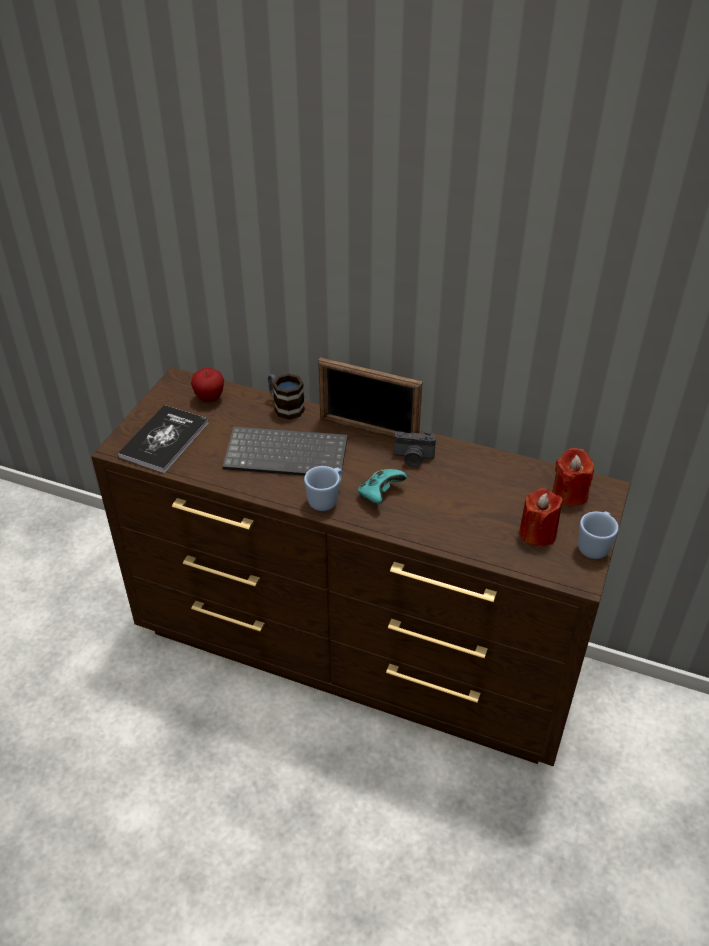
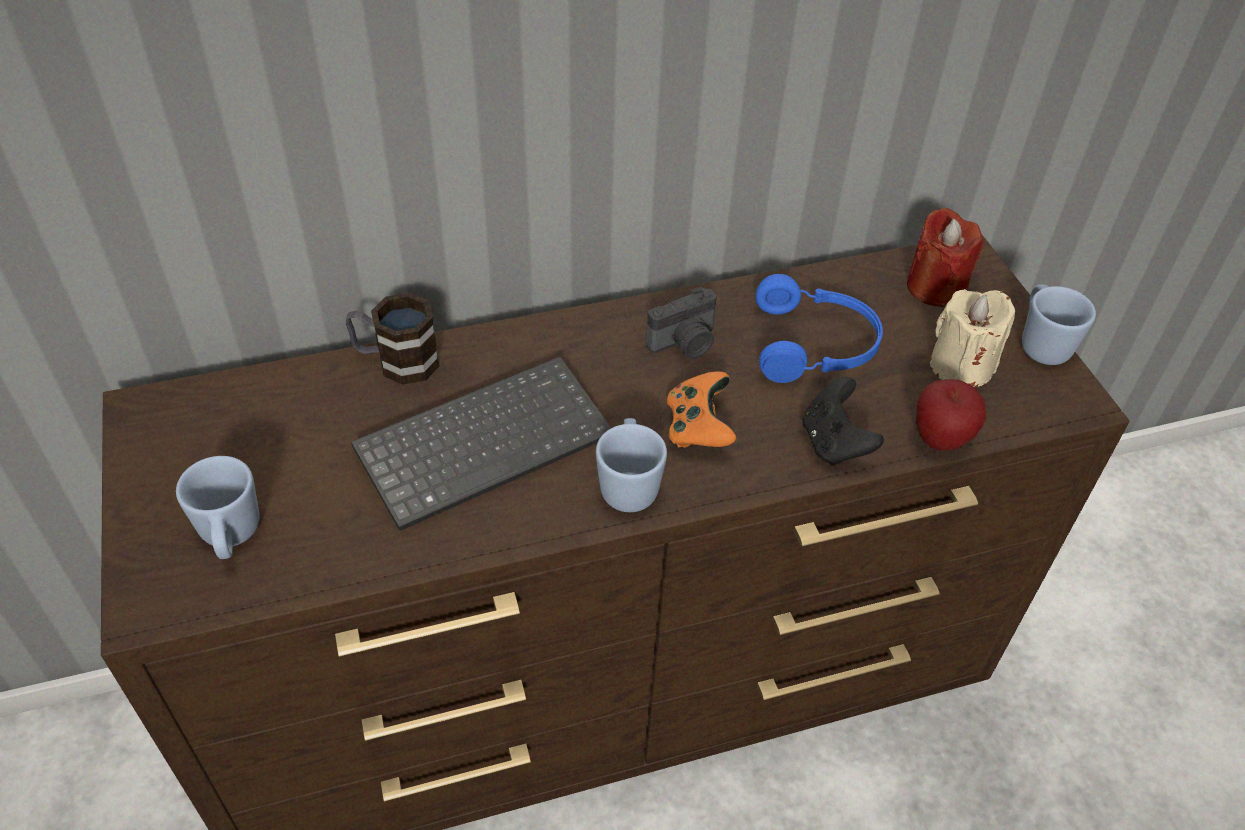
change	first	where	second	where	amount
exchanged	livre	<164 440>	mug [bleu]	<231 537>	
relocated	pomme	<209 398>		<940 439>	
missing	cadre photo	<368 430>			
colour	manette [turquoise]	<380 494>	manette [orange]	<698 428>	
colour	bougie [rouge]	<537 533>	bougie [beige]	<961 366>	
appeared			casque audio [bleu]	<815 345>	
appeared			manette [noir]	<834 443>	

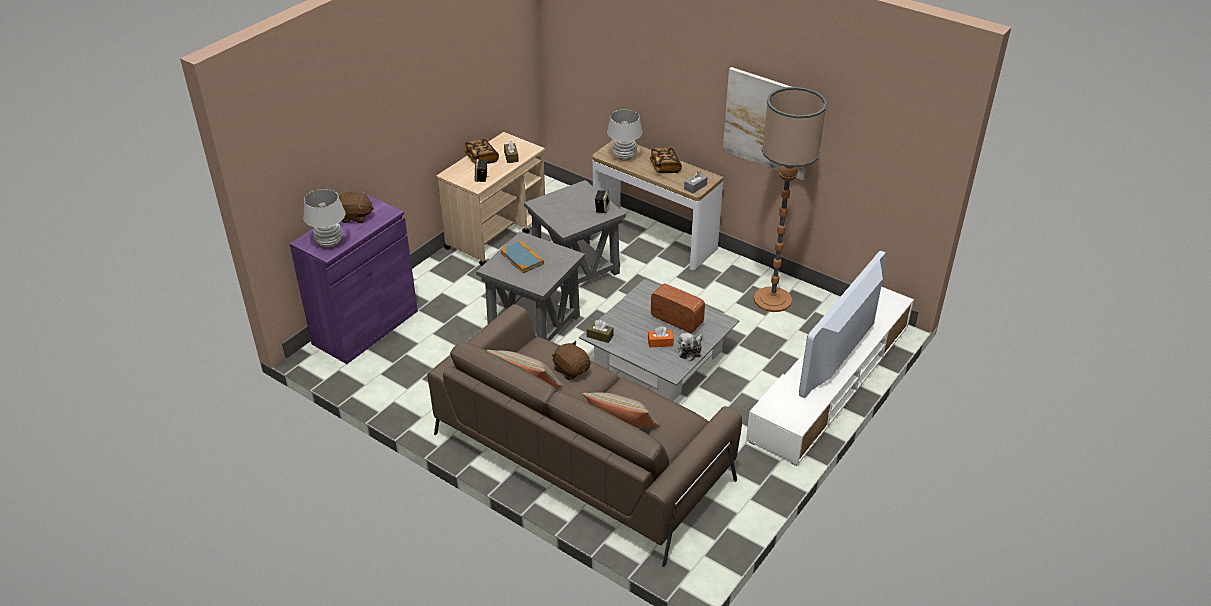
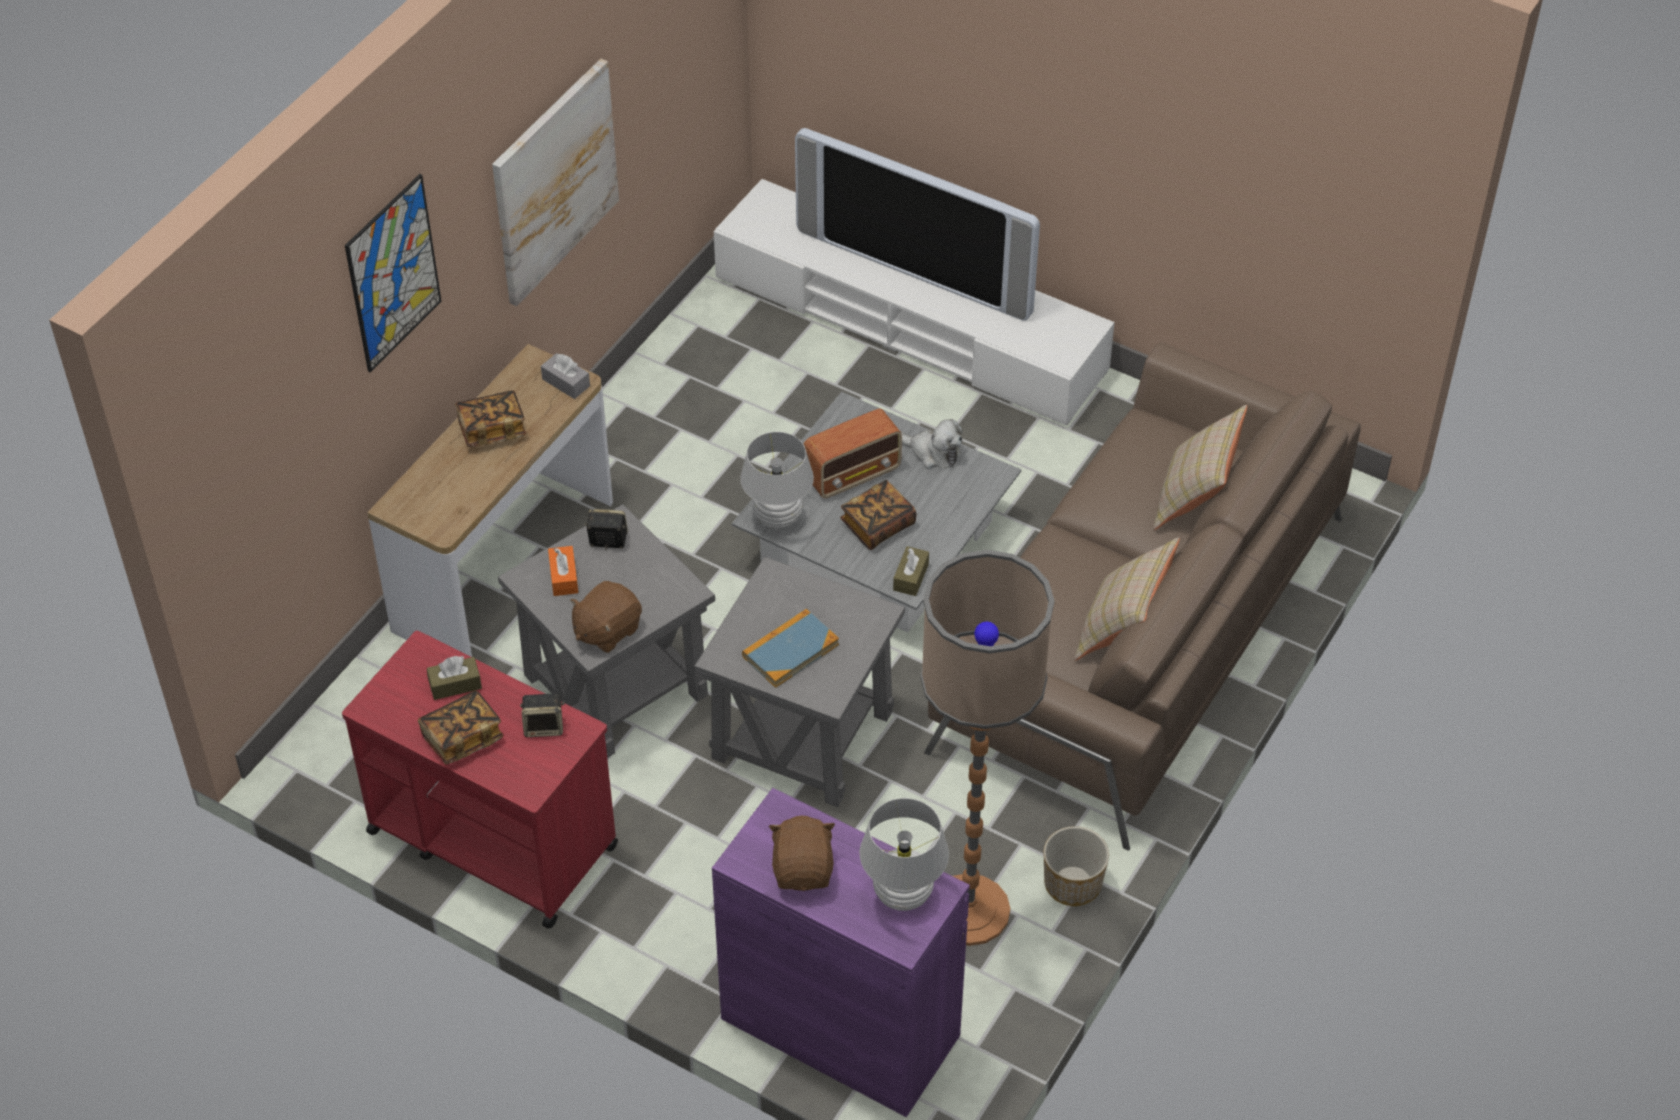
change	first	where	second	where	amount
colour	chariot [beige]	<497 234>	chariot [rouge]	<491 838>	
relocated	peluche [marron]	<571 370>		<606 630>	
relocated	lampe de table [blanc]	<624 157>		<778 518>	
relocated	boîte à mouchoirs [orange]	<660 342>		<563 577>	
spun	radio	<676 320>		<853 474>	150 degrees counterclockwise
relocated	lampadaire	<773 300>		<968 910>	
appeared			tableau	<393 273>	
appeared			livre	<878 525>	
appeared			cache-pot	<1073 884>	

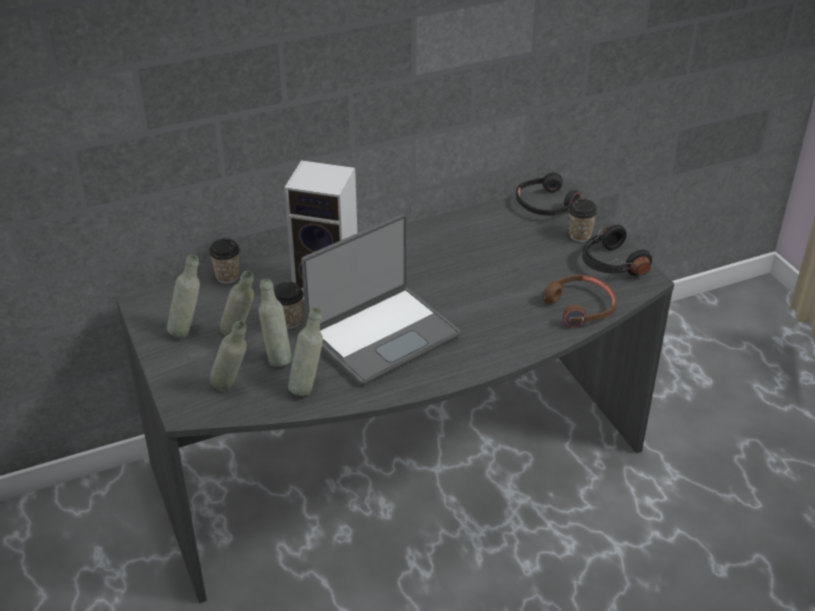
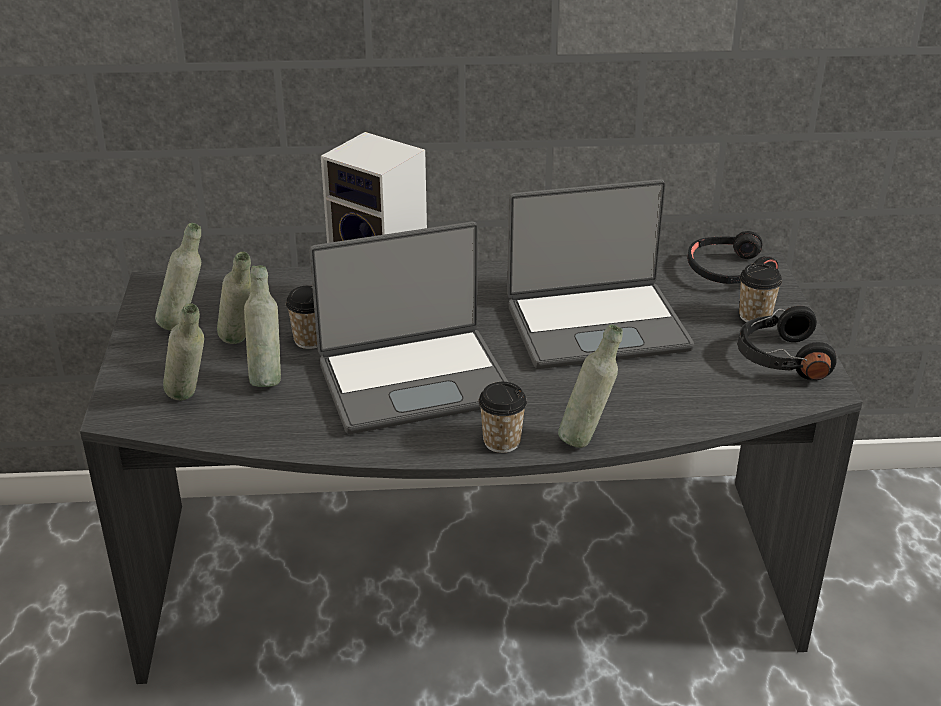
change	first	where	second	where	amount
relocated	tasse	<227 276>		<501 442>	
relocated	bouteille [gris]	<308 387>		<587 438>	
missing	casque audio [marron]	<580 307>			
appeared			ordinateur portable	<596 326>	

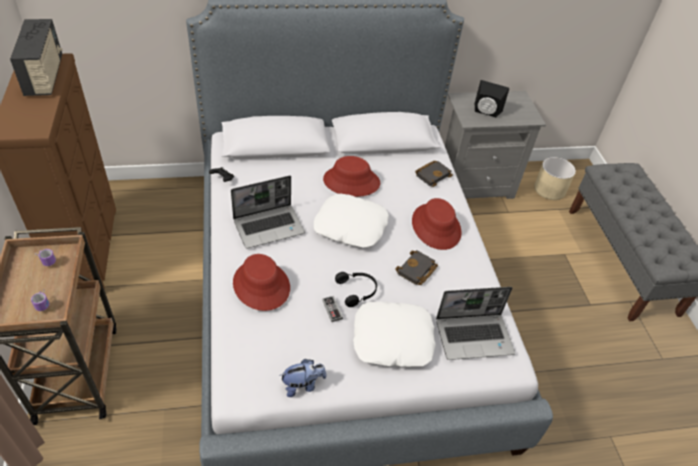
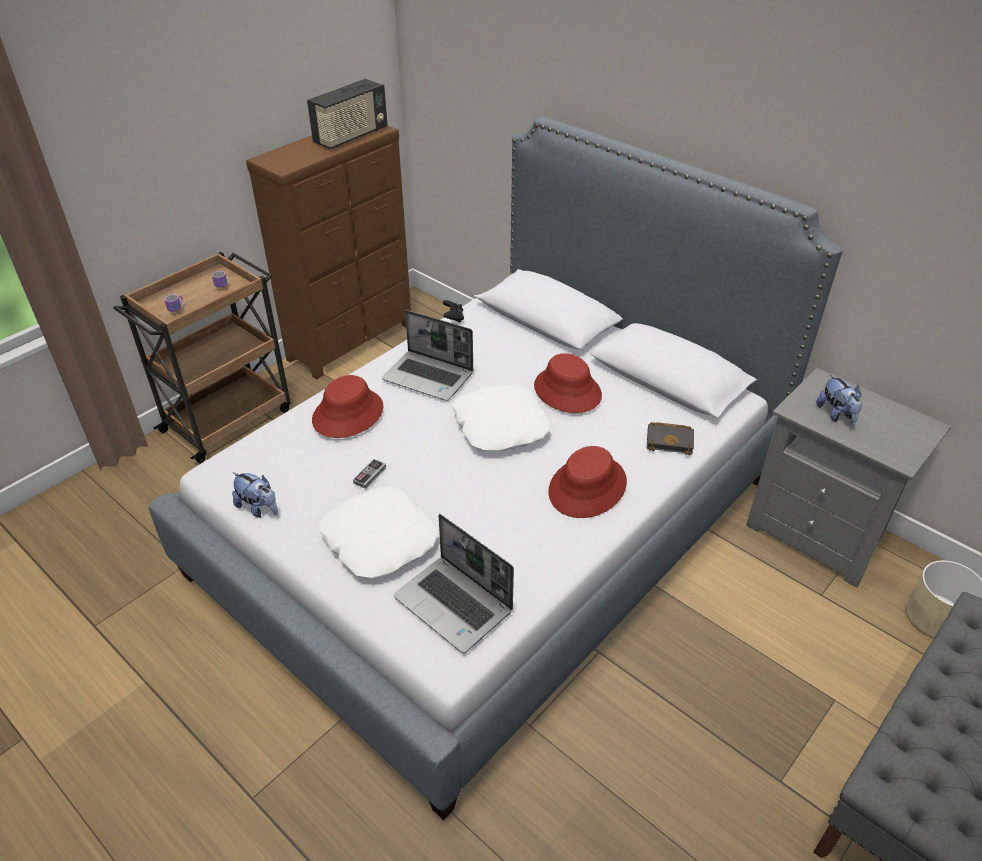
change	first	where	second	where	amount
missing	casque audio [noir]	<357 291>			
missing	livre [noir]	<416 271>			
exchanged	enceinte [noir]	<486 112>	peluche	<836 414>	

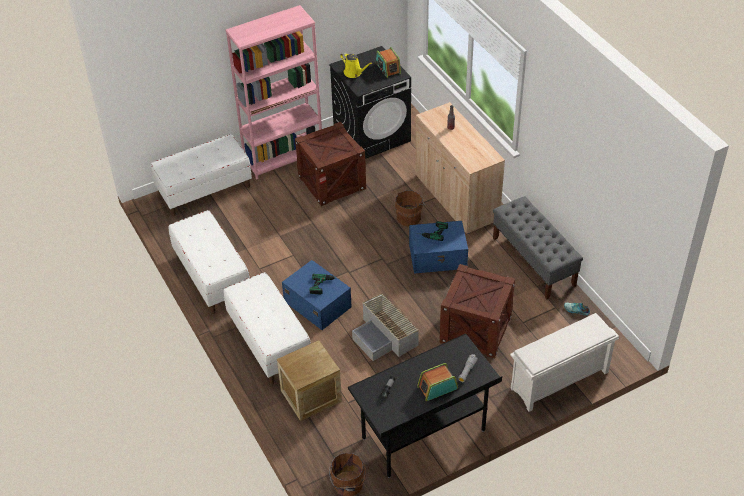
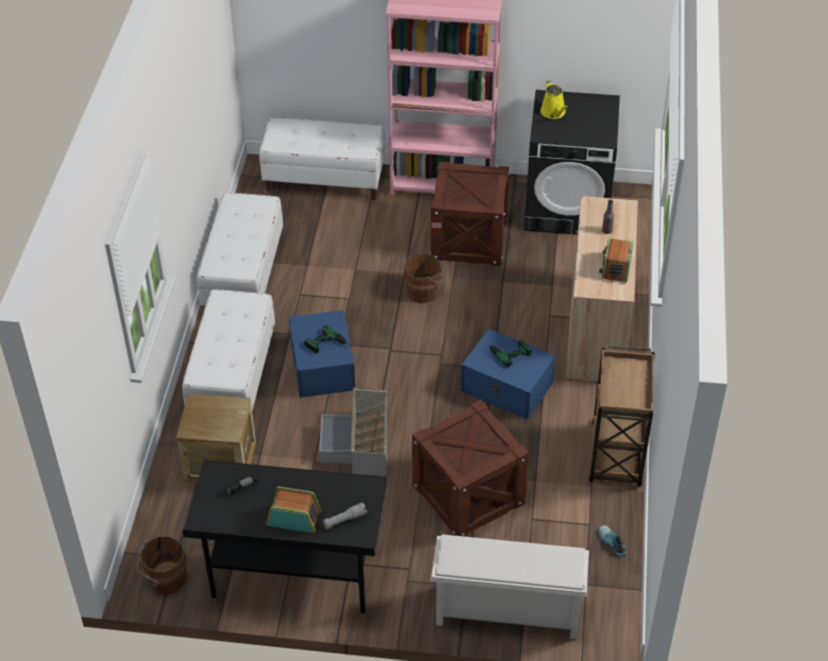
change	first	where	second	where	amount
relocated	radio	<388 68>		<616 267>	
relocated	seau [marron]	<409 217>		<424 291>	
exchanged	banc [gris]	<534 262>	chariot [marron]	<616 456>	

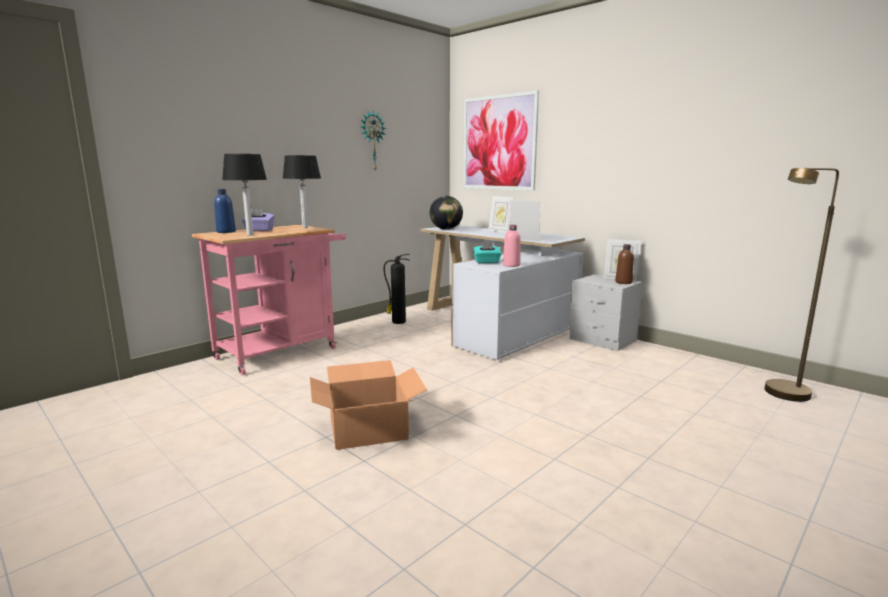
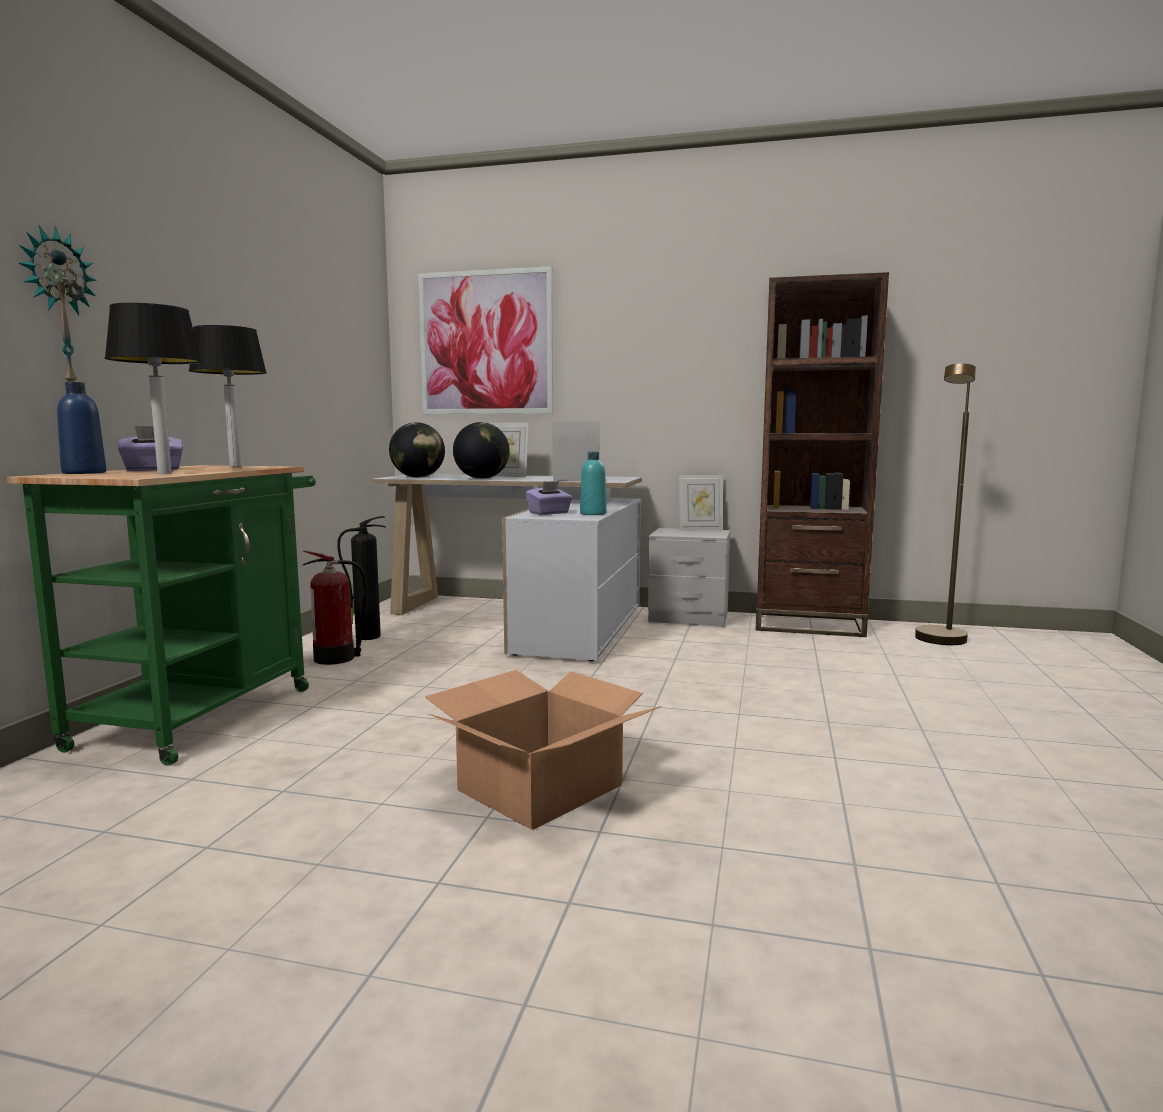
change	first	where	second	where	amount
colour	chariot [rose]	<283 351>	chariot [vert]	<205 712>	
relocated	horloge murale	<372 141>		<58 308>	
colour	boîte à mouchoirs [turquoise]	<487 262>	boîte à mouchoirs [violet]	<549 513>	
colour	bouteille [rose]	<511 265>	bouteille [turquoise]	<593 514>	
missing	bouteille [marron]	<623 282>			
appeared			extincteur	<337 658>	
appeared			globe	<481 478>	
appeared			bibliothèque [marron]	<808 625>	

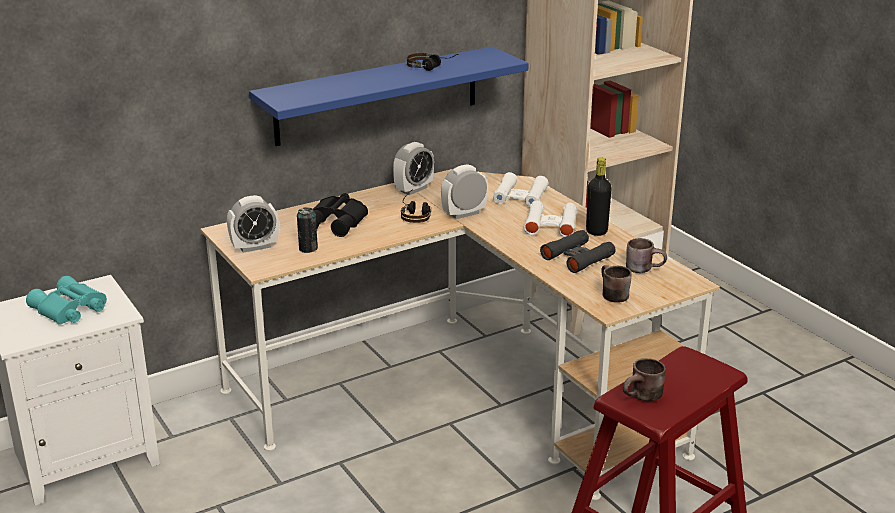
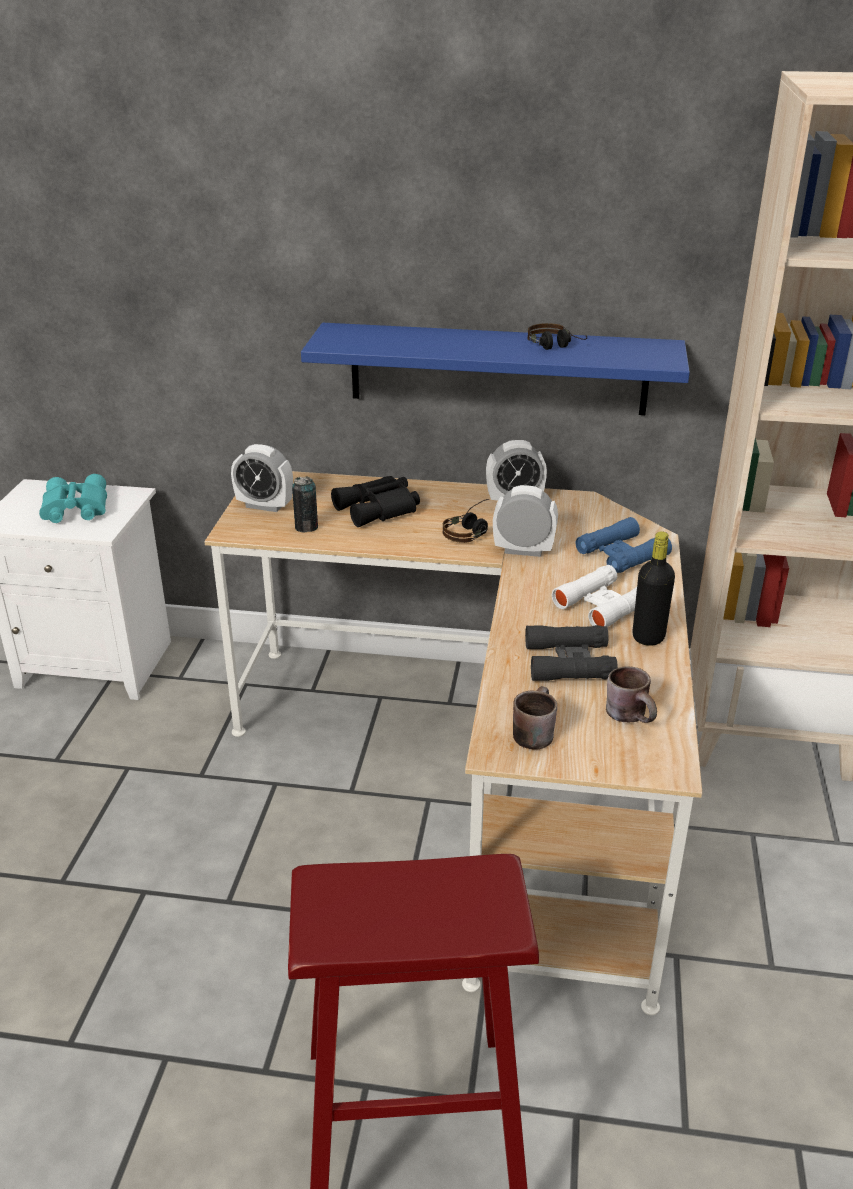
change	first	where	second	where	amount
colour	jumelles [blanc]	<520 196>	jumelles [bleu]	<622 554>	
missing	mug [marron]	<643 398>			

